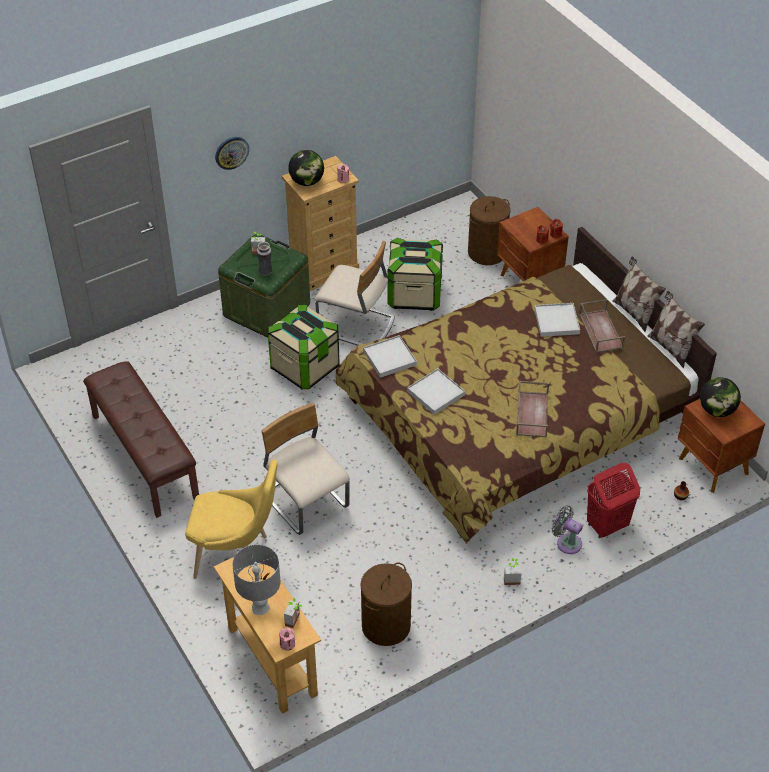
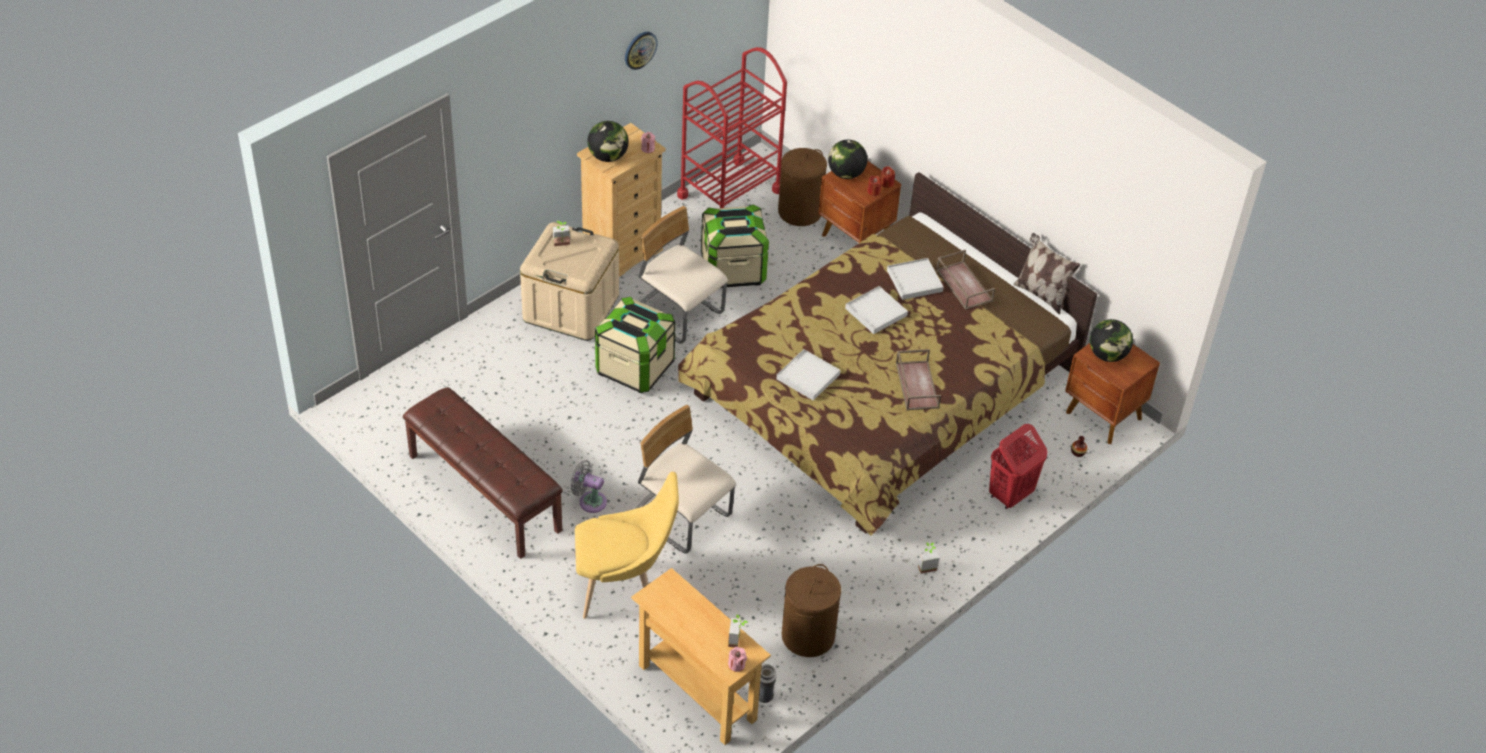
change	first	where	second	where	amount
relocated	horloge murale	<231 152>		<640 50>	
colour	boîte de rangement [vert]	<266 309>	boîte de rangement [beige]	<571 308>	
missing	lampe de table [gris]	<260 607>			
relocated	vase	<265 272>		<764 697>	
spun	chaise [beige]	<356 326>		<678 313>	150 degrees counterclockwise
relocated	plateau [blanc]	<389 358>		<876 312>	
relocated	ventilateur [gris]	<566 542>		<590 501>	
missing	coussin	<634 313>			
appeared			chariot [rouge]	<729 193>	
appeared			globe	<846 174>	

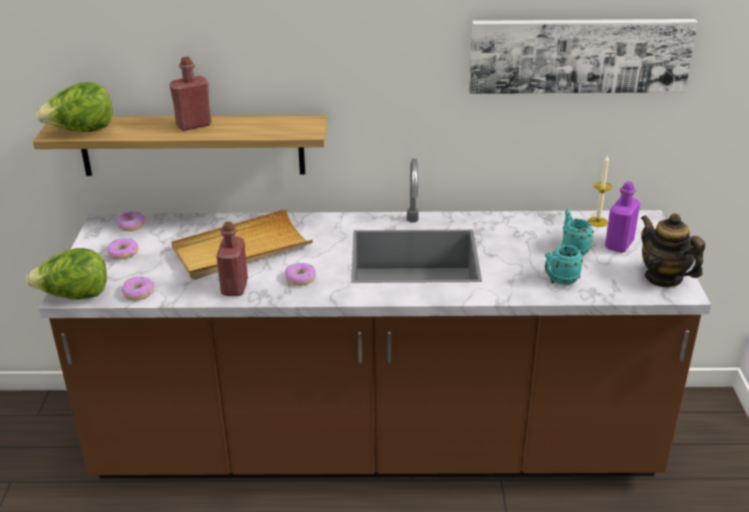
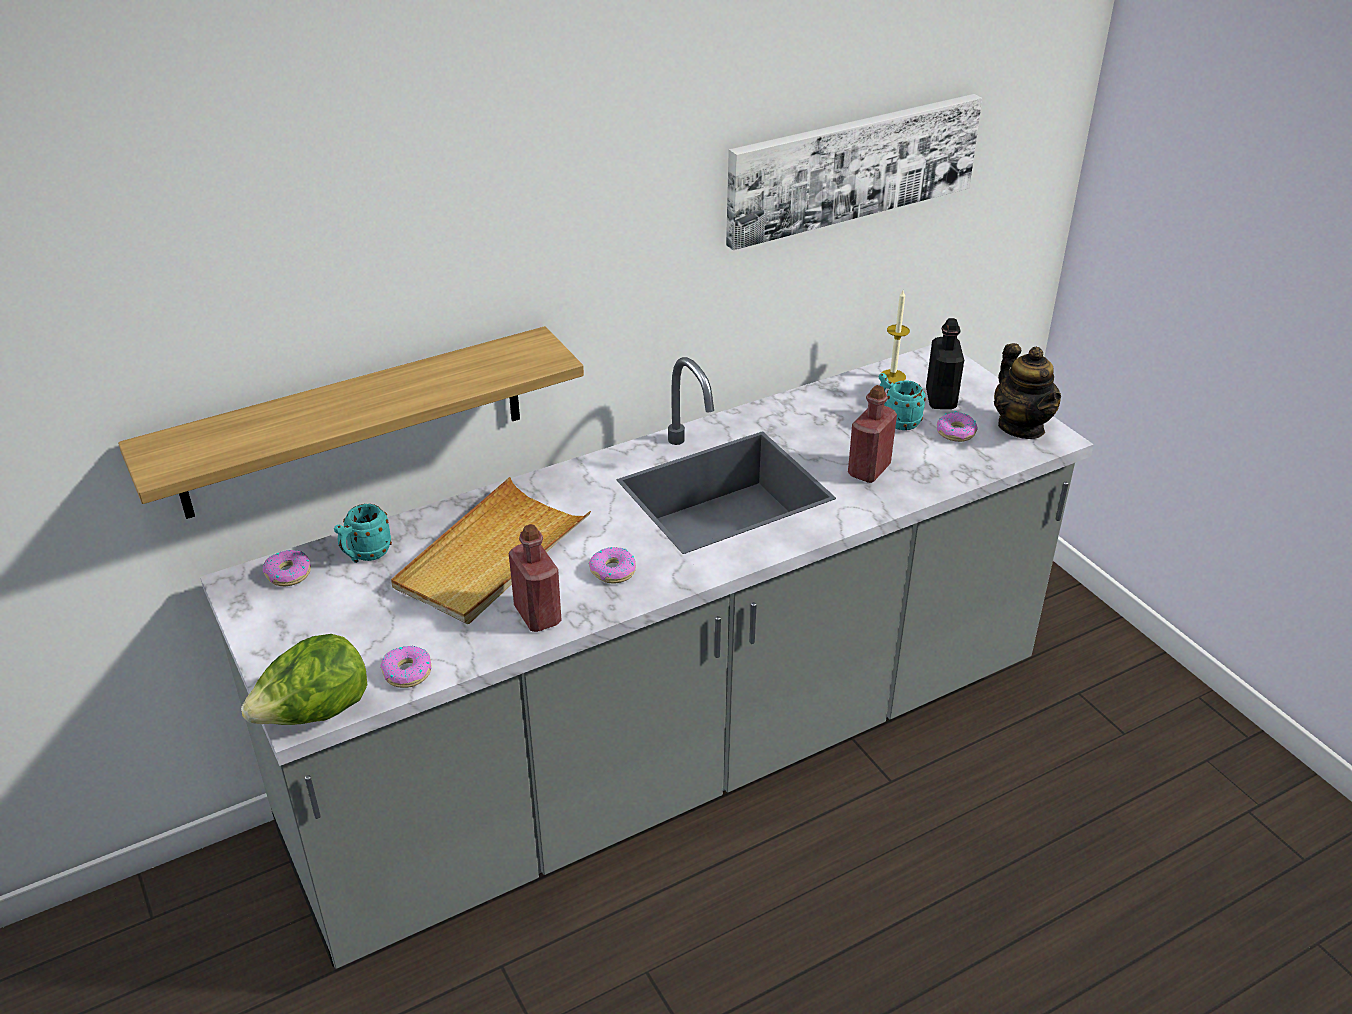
change	first	where	second	where	amount
missing	laitue	<82 131>			
colour	comptoir de cuisine [marron]	<376 444>	comptoir de cuisine [gris]	<676 756>	
relocated	beignet	<123 253>		<956 432>	
relocated	bouteille [rouge]	<194 125>		<869 470>	
relocated	mug [turquoise]	<559 280>		<365 555>	
colour	bouteille [violet]	<619 244>	bouteille [noir]	<940 399>	
spun	théière	<663 278>		<1021 427>	135 degrees counterclockwise

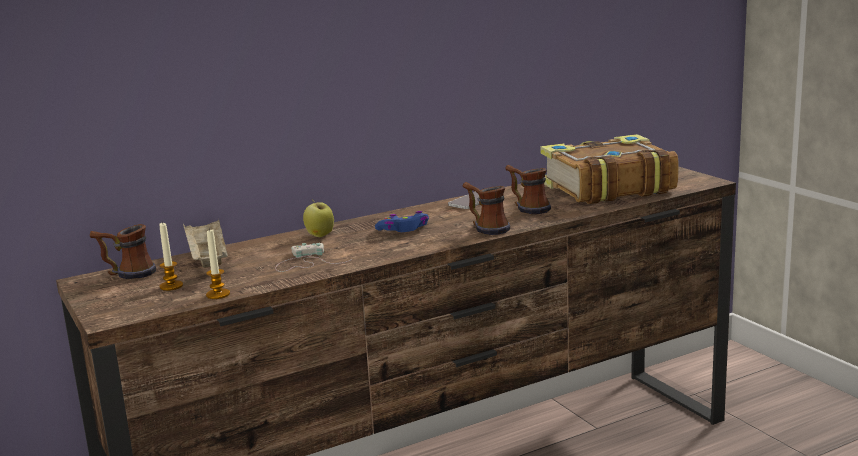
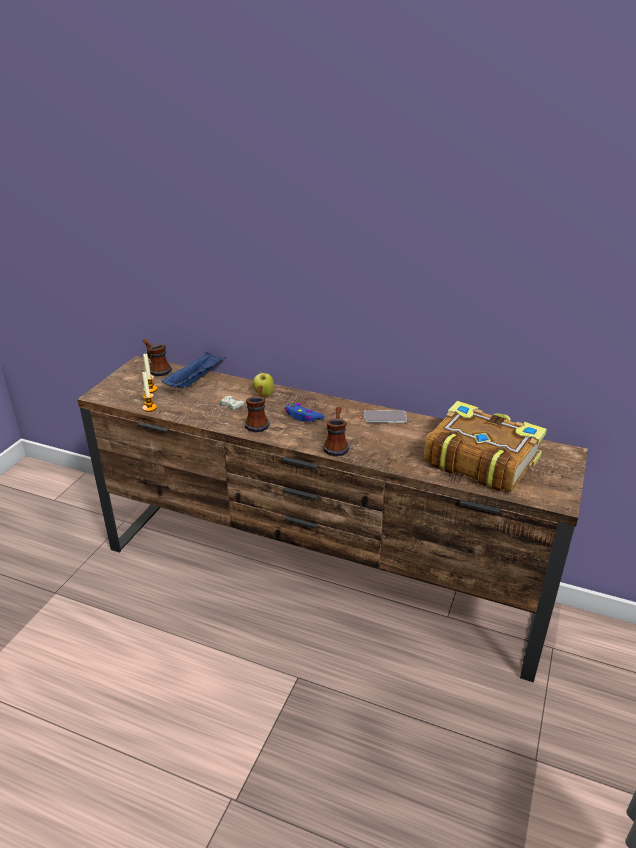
change	first	where	second	where	amount
colour	plateau [beige]	<207 260>	plateau [bleu]	<195 380>	
relocated	mug	<527 208>		<258 422>	

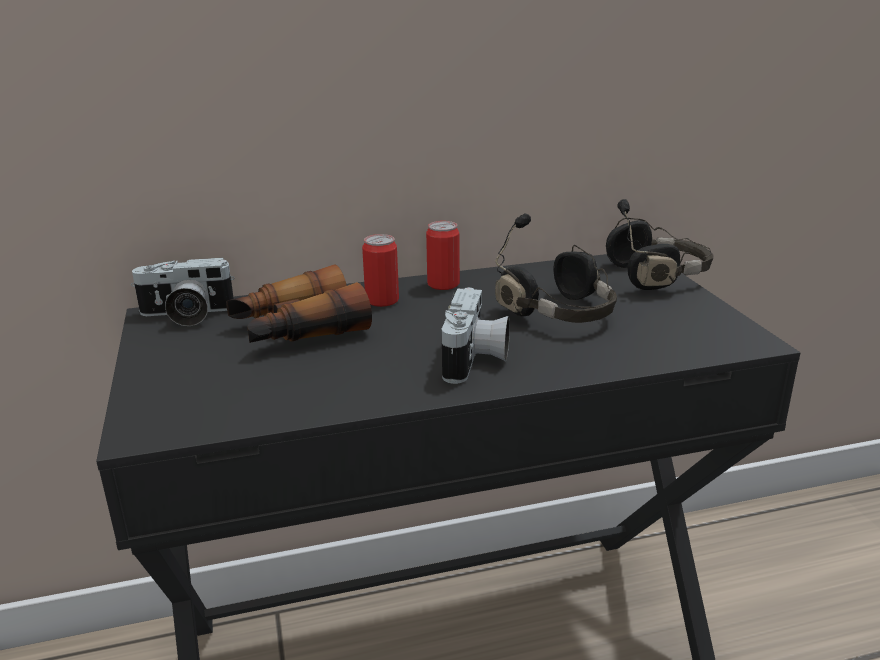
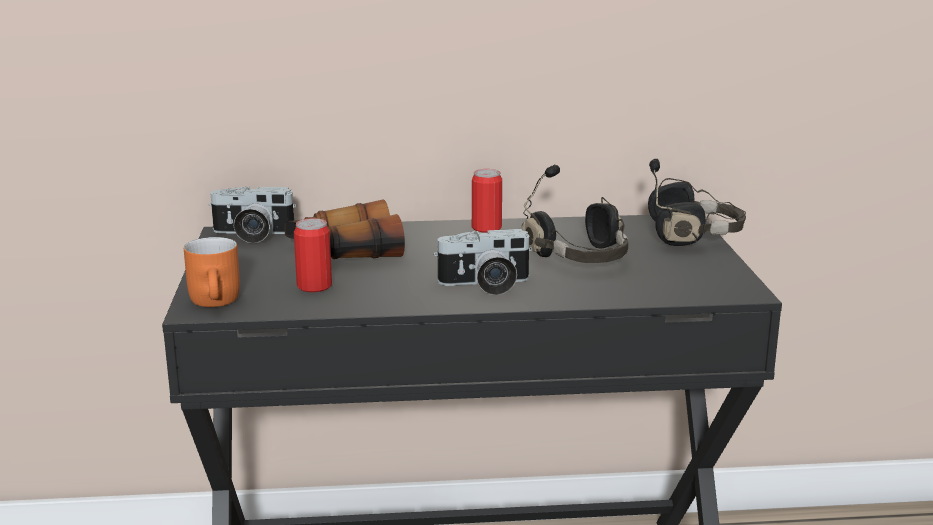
change	first	where	second	where	amount
relocated	boîte métallique	<382 300>		<314 286>	
spun	appareil photo	<475 360>		<485 285>	60 degrees clockwise
appeared			mug [orange]	<218 302>	

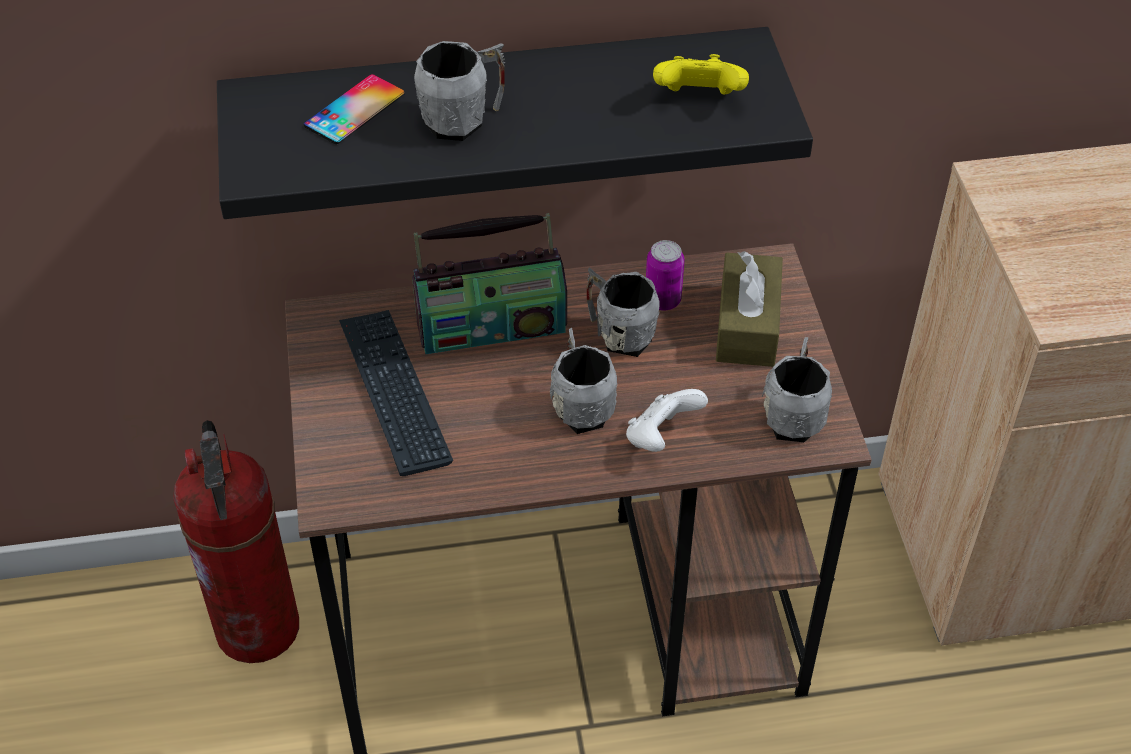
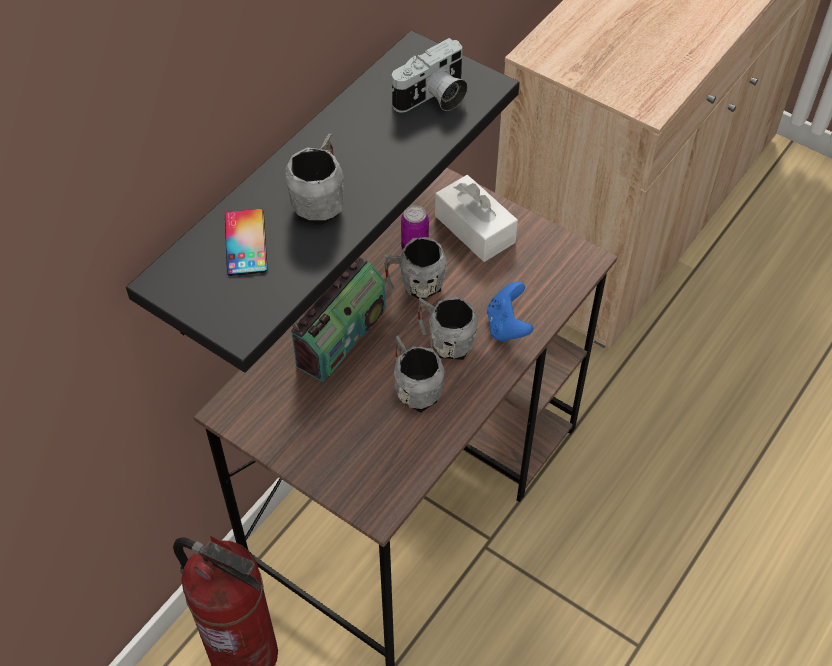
change	first	where	second	where	amount
missing	clavier	<394 392>			
colour	manette [blanc]	<661 437>	manette [bleu]	<507 326>	
exchanged	manette [jaune]	<699 99>	appareil photo	<433 98>	
colour	boîte à mouchoirs [marron]	<747 325>	boîte à mouchoirs [blanc]	<474 229>	
relocated	mug [gris]	<794 415>		<414 389>	

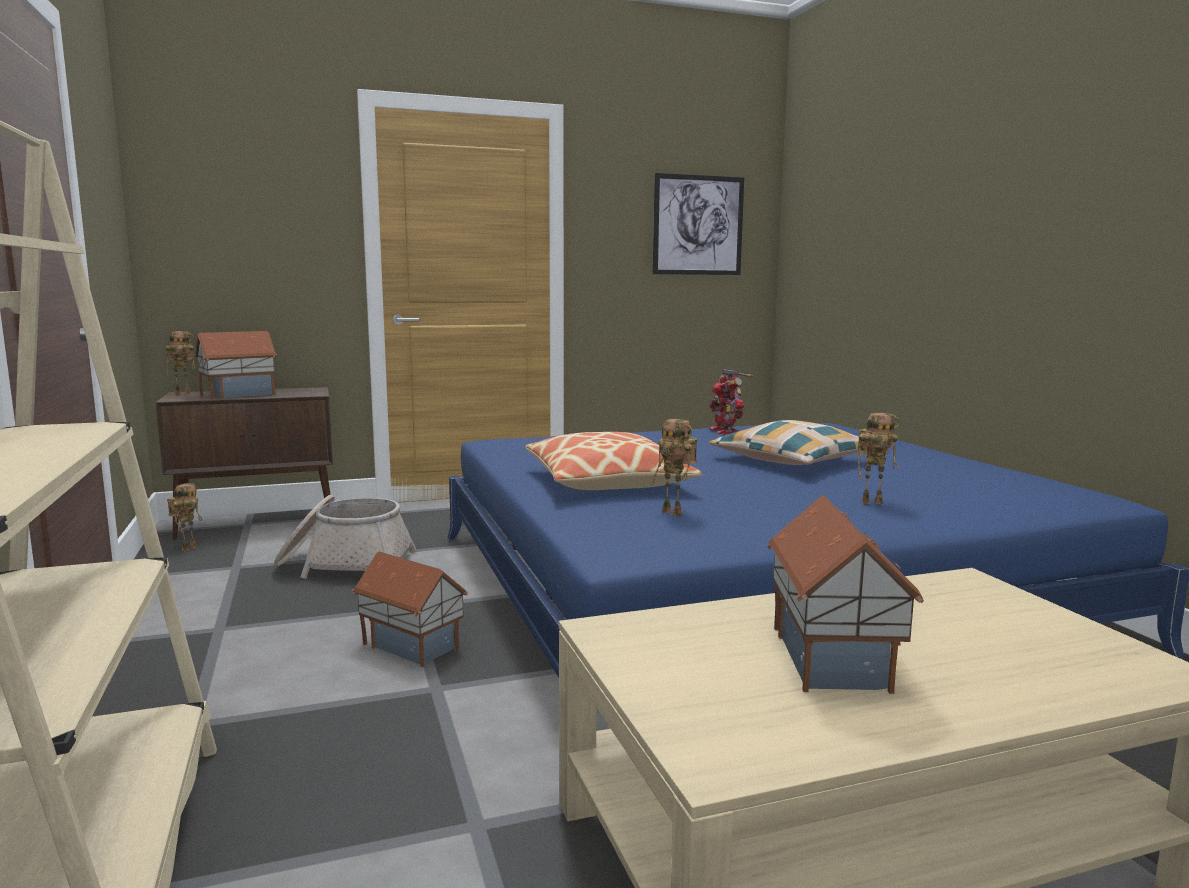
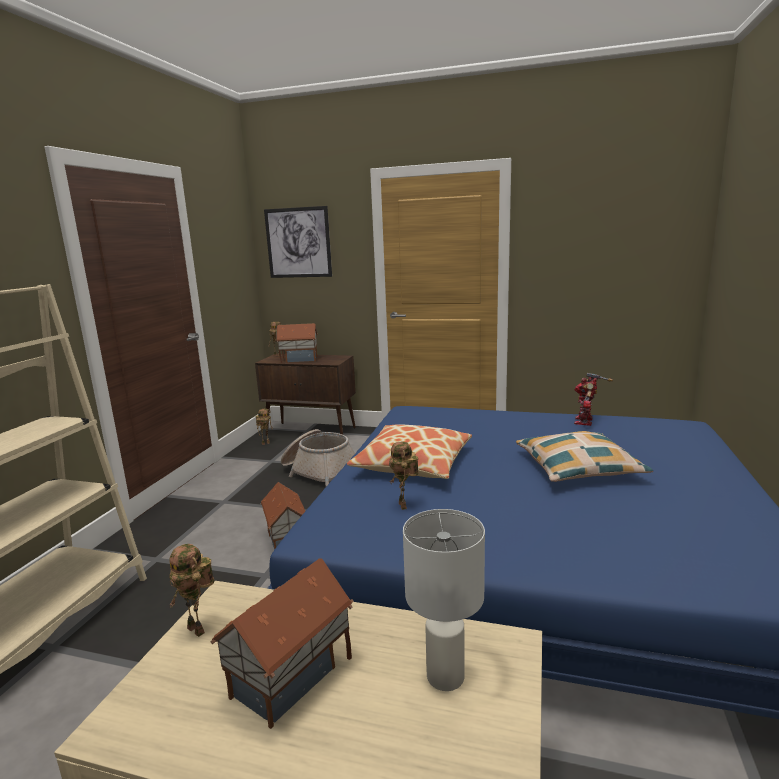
change	first	where	second	where	amount
relocated	tableau	<698 225>		<298 243>	
relocated	robot jouet	<873 502>		<199 629>	
appeared			lampe de table [blanc]	<446 675>	

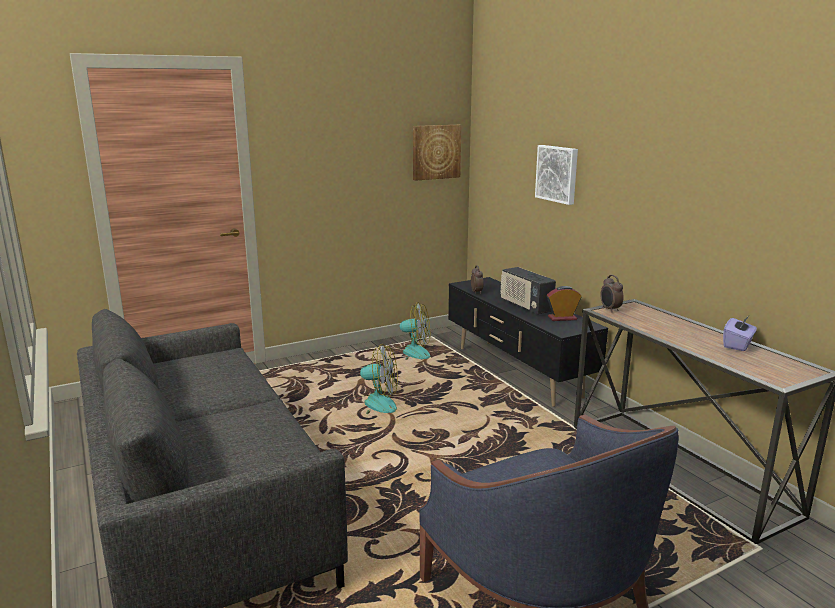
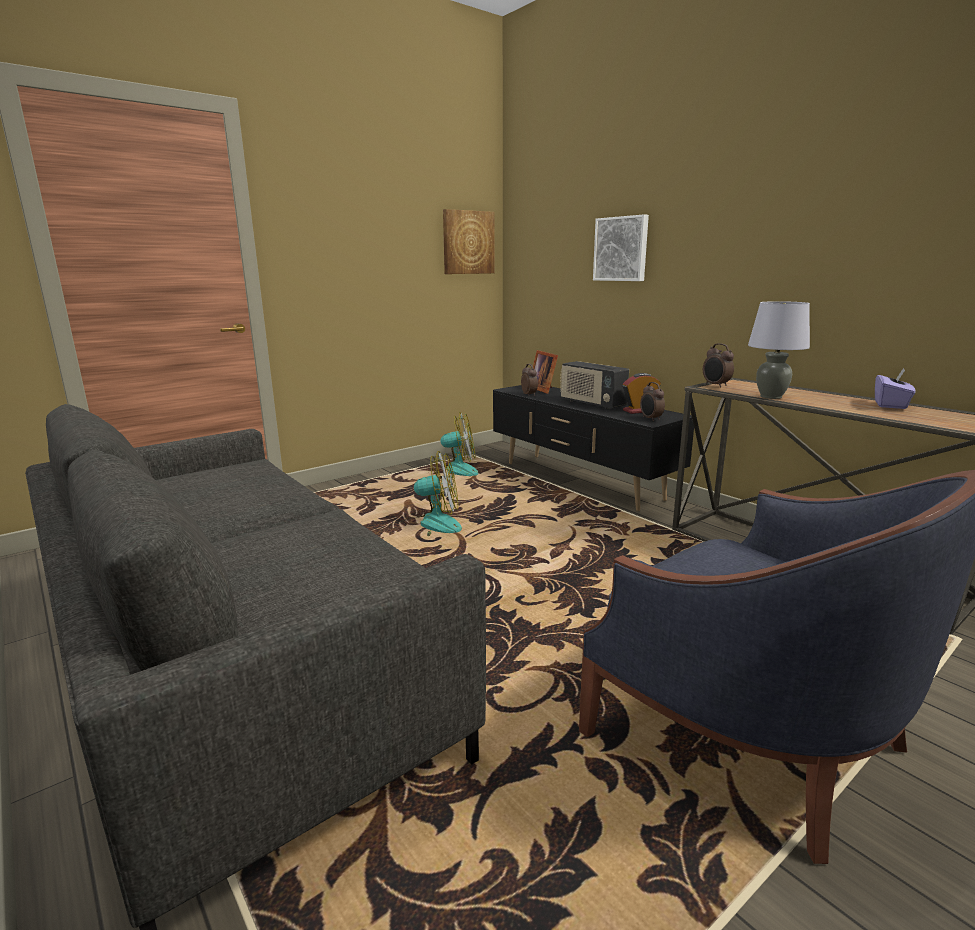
change	first	where	second	where	amount
appeared			cadre photo	<544 389>	
appeared			réveil	<650 419>	
appeared			lampe de table [gris]	<770 396>	

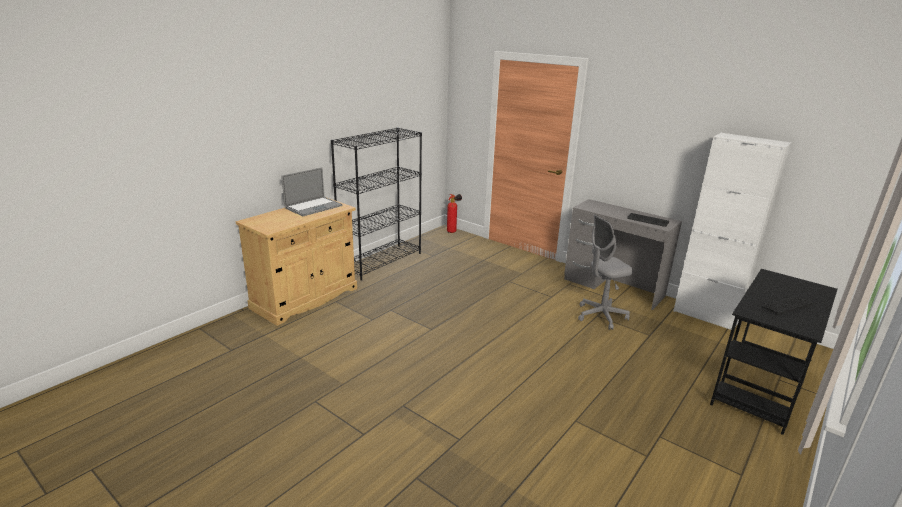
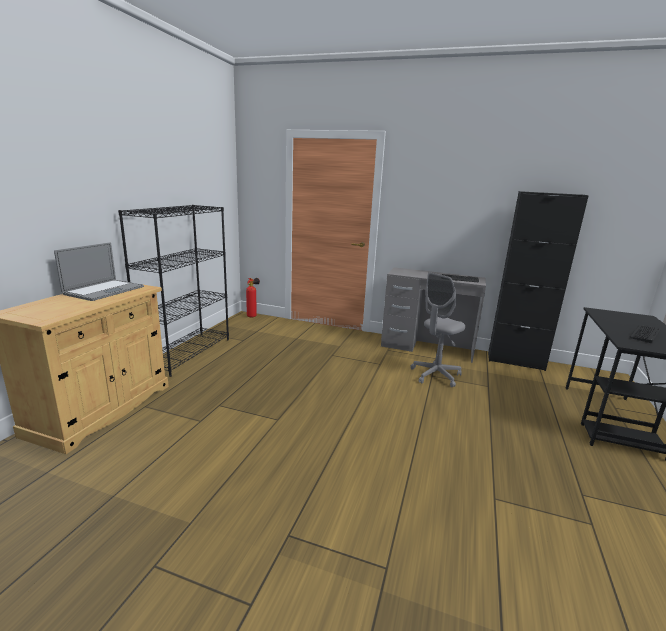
change	first	where	second	where	amount
colour	meuble de rangement [blanc]	<705 316>	meuble de rangement [noir]	<515 361>	

